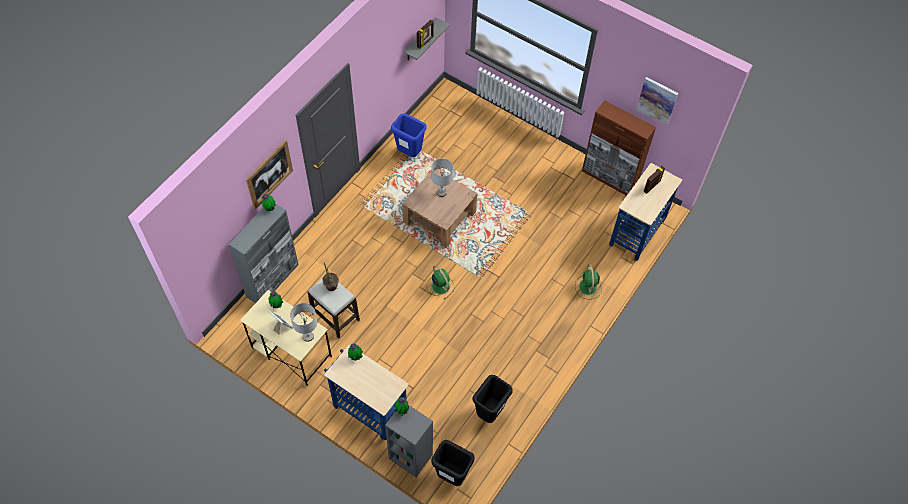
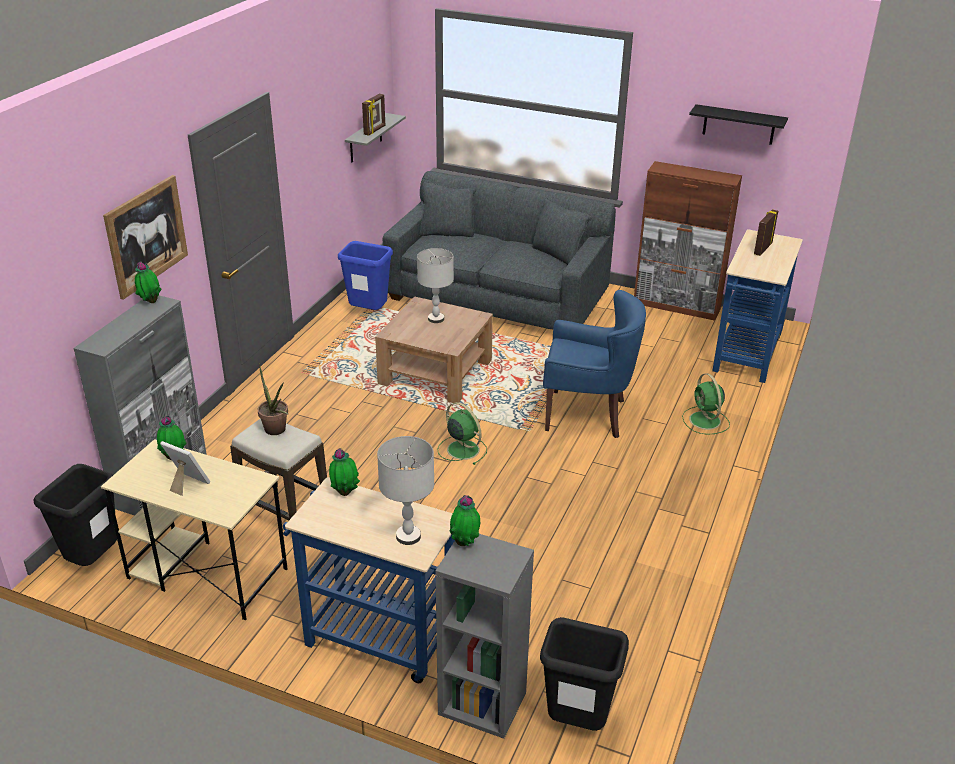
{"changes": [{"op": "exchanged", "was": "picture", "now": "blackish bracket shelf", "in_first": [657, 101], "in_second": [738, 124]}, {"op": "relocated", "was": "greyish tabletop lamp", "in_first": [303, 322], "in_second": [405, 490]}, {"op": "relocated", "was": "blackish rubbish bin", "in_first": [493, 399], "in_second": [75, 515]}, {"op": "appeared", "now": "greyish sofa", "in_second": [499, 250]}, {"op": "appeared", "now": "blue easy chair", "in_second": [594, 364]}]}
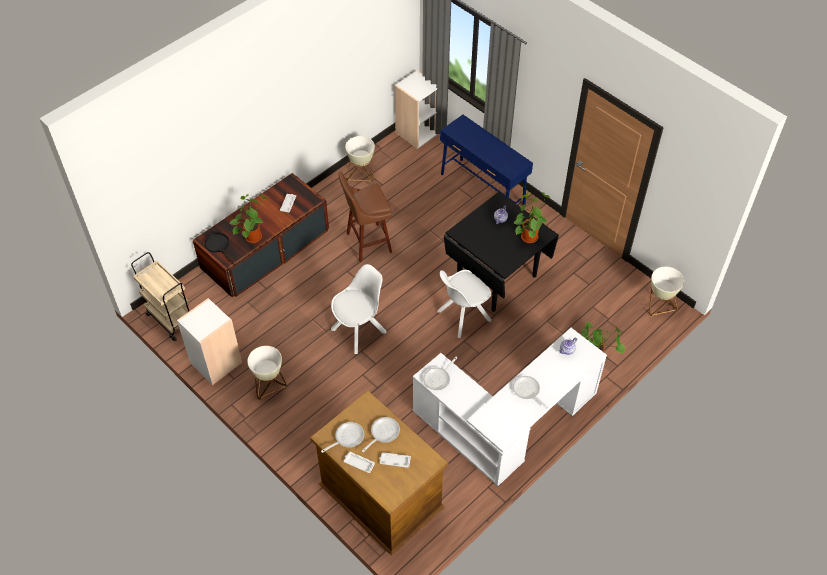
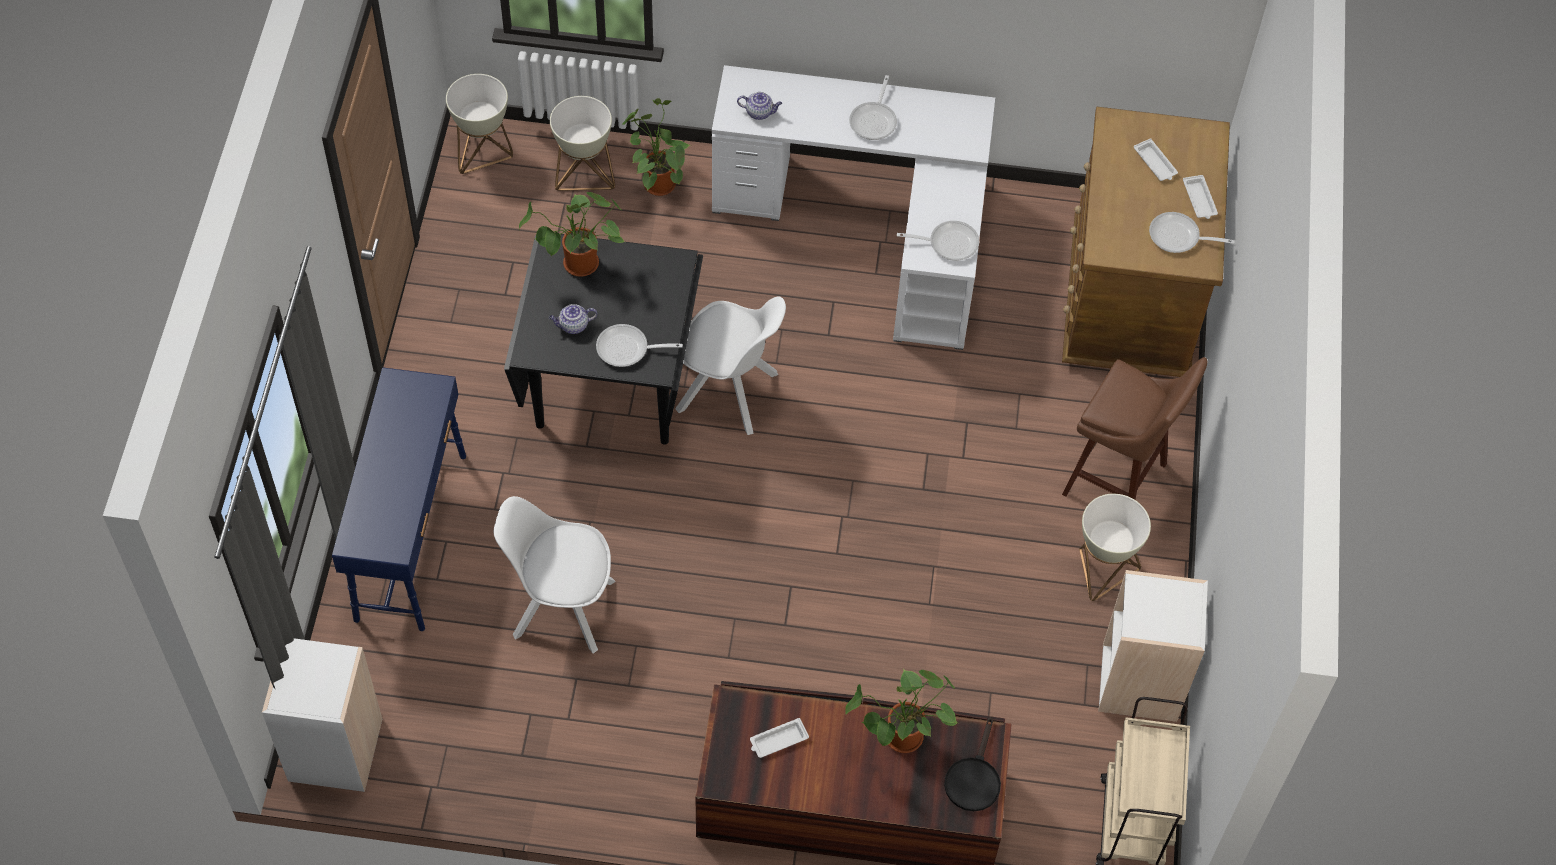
{"changes": [{"op": "relocated", "was": "flower pot", "in_first": [360, 159], "in_second": [582, 143]}, {"op": "relocated", "was": "brown stool seat", "in_first": [365, 217], "in_second": [1134, 428]}, {"op": "relocated", "was": "white-coloured plain chair", "in_first": [359, 309], "in_second": [555, 574]}, {"op": "relocated", "was": "frying pan", "in_first": [381, 434], "in_second": [639, 345]}]}
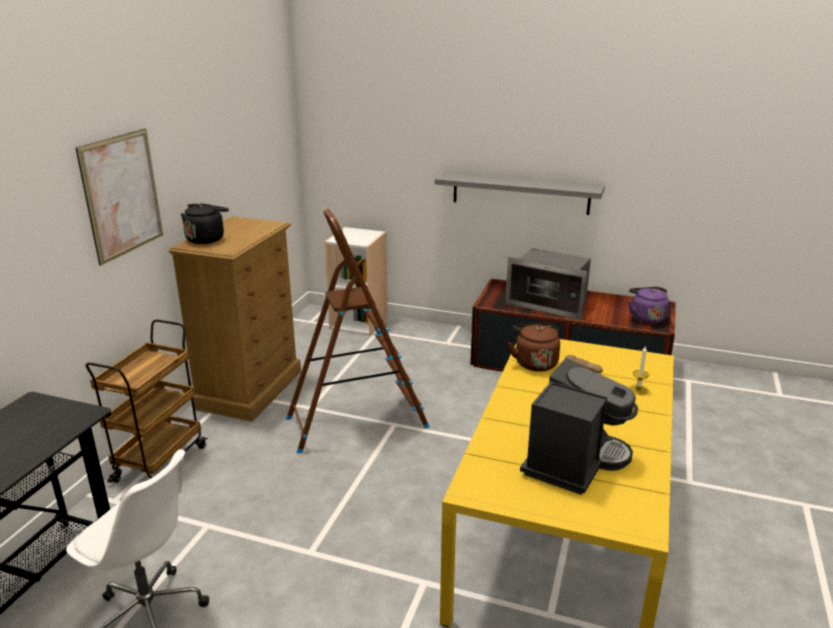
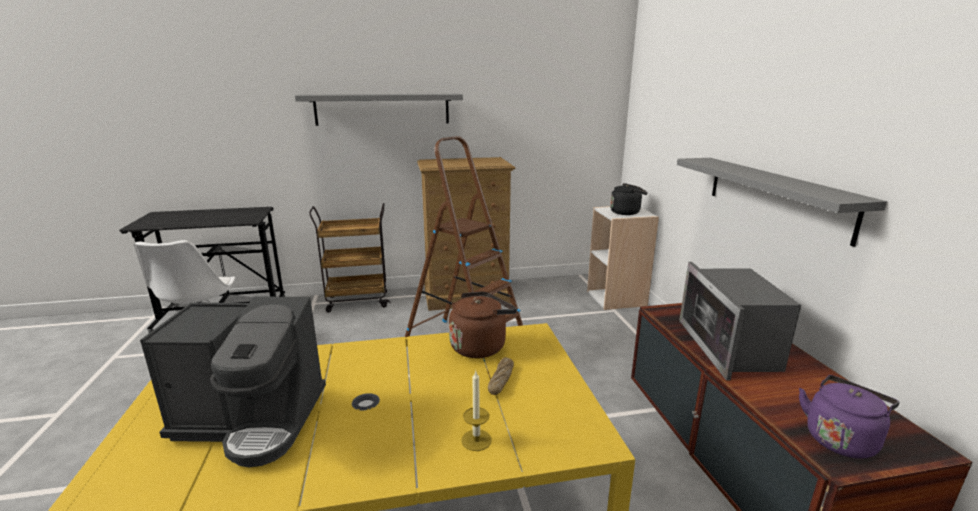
{"changes": [{"op": "exchanged", "was": "picture", "now": "greyish bracket shelf", "in_first": [119, 197], "in_second": [379, 110]}, {"op": "relocated", "was": "blackish water kettle", "in_first": [205, 224], "in_second": [629, 199]}]}
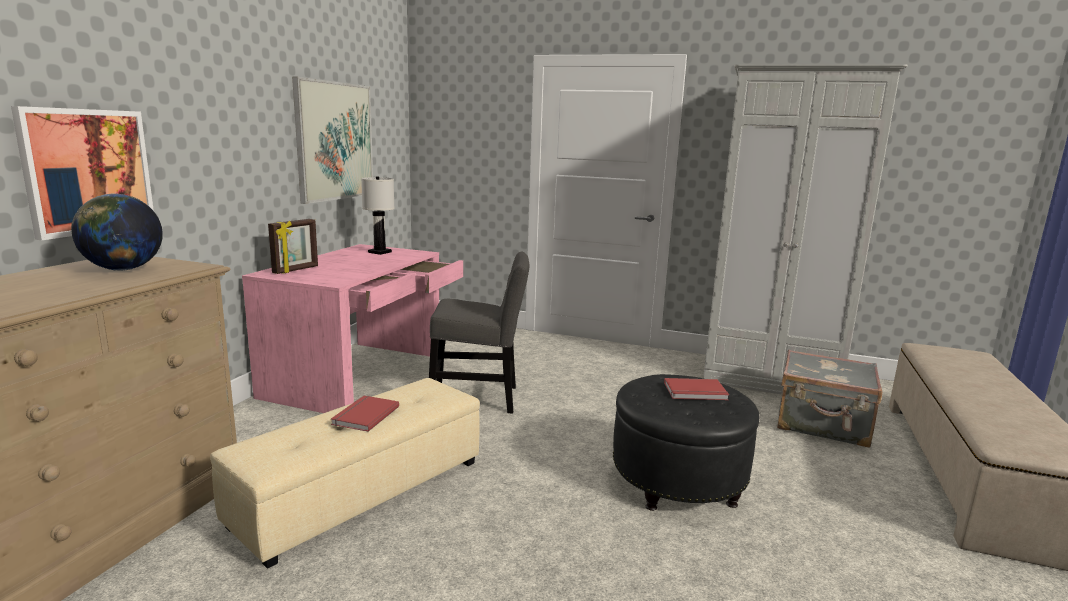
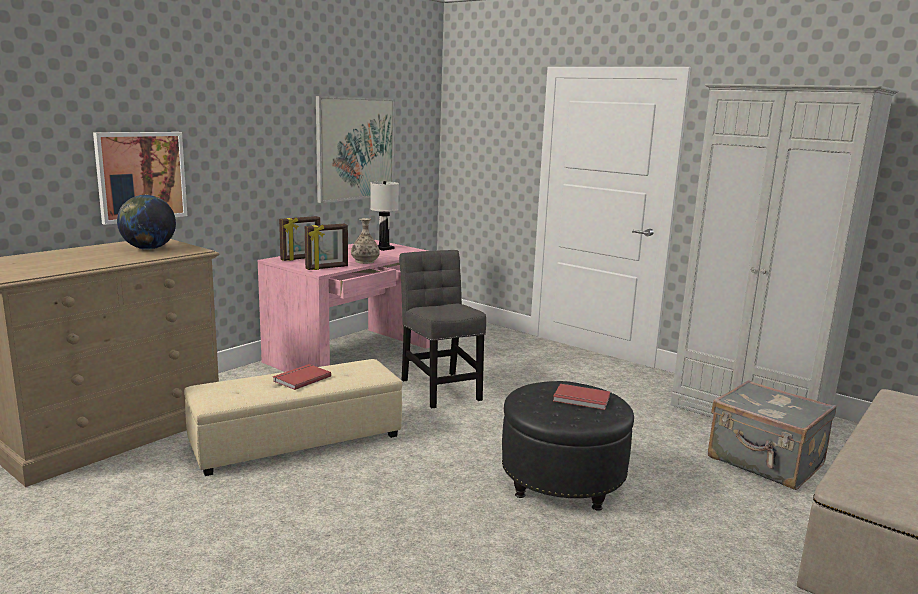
{"changes": [{"op": "spun", "was": "greyish plain chair", "in_first": [479, 332], "in_second": [442, 329], "clockwise": -135}, {"op": "appeared", "now": "vase", "in_second": [365, 241]}, {"op": "appeared", "now": "standing frame", "in_second": [326, 247]}]}
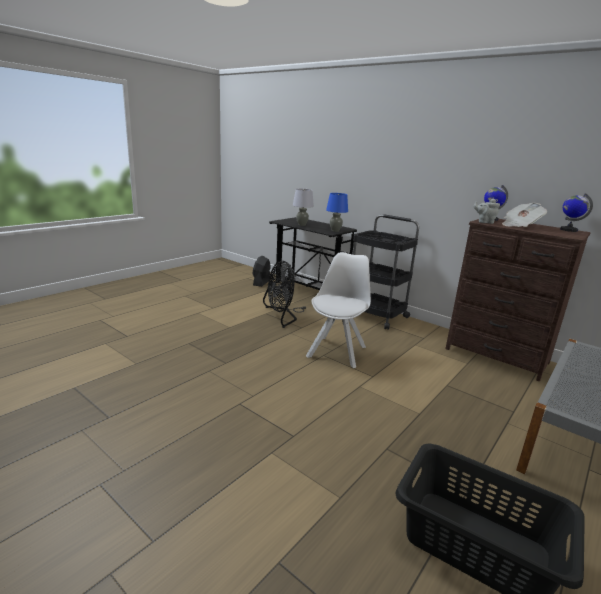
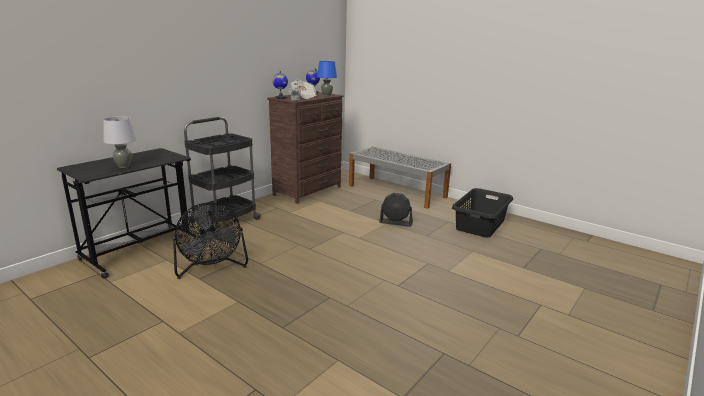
{"changes": [{"op": "relocated", "was": "blue tabletop lamp", "in_first": [337, 212], "in_second": [327, 78]}, {"op": "missing", "was": "white-coloured plain chair", "in_first": [338, 310]}, {"op": "relocated", "was": "blackish cooling fan", "in_first": [261, 271], "in_second": [396, 210]}]}
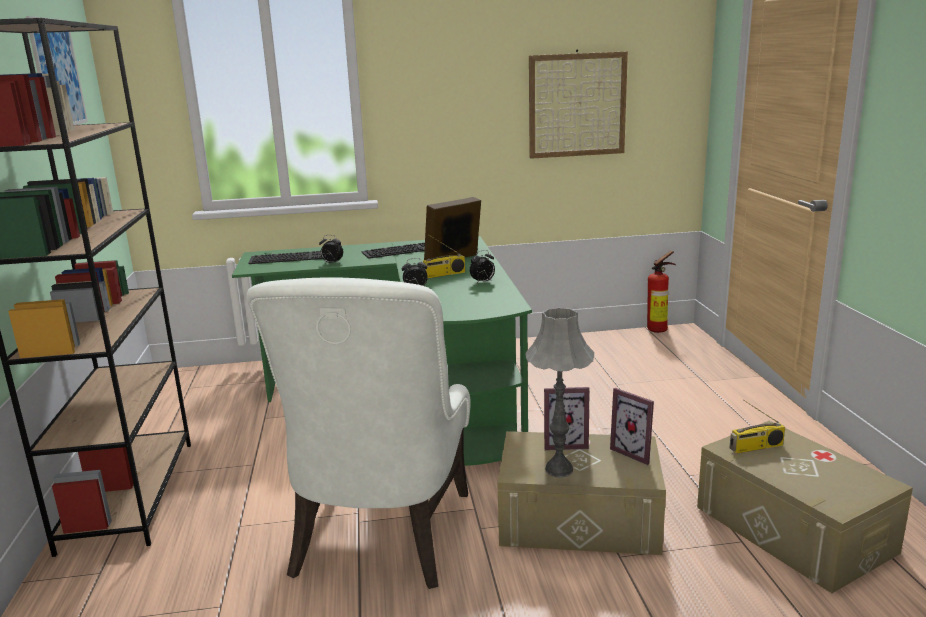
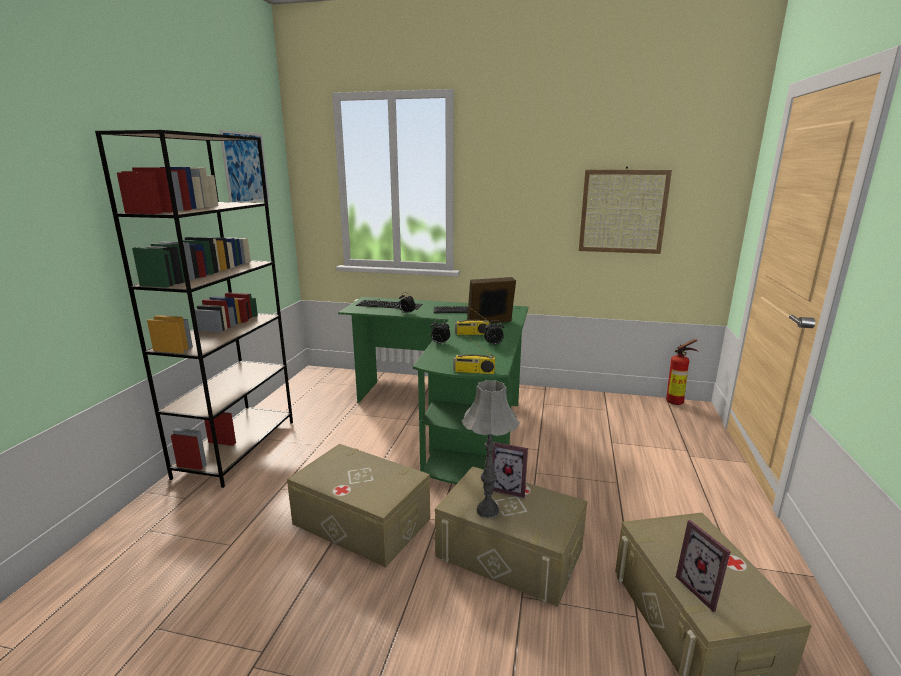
{"changes": [{"op": "exchanged", "was": "white-coloured plain chair", "now": "beige storage box", "in_first": [358, 433], "in_second": [358, 505]}, {"op": "relocated", "was": "standing frame", "in_first": [632, 426], "in_second": [703, 566]}, {"op": "relocated", "was": "radio", "in_first": [757, 426], "in_second": [474, 353]}]}
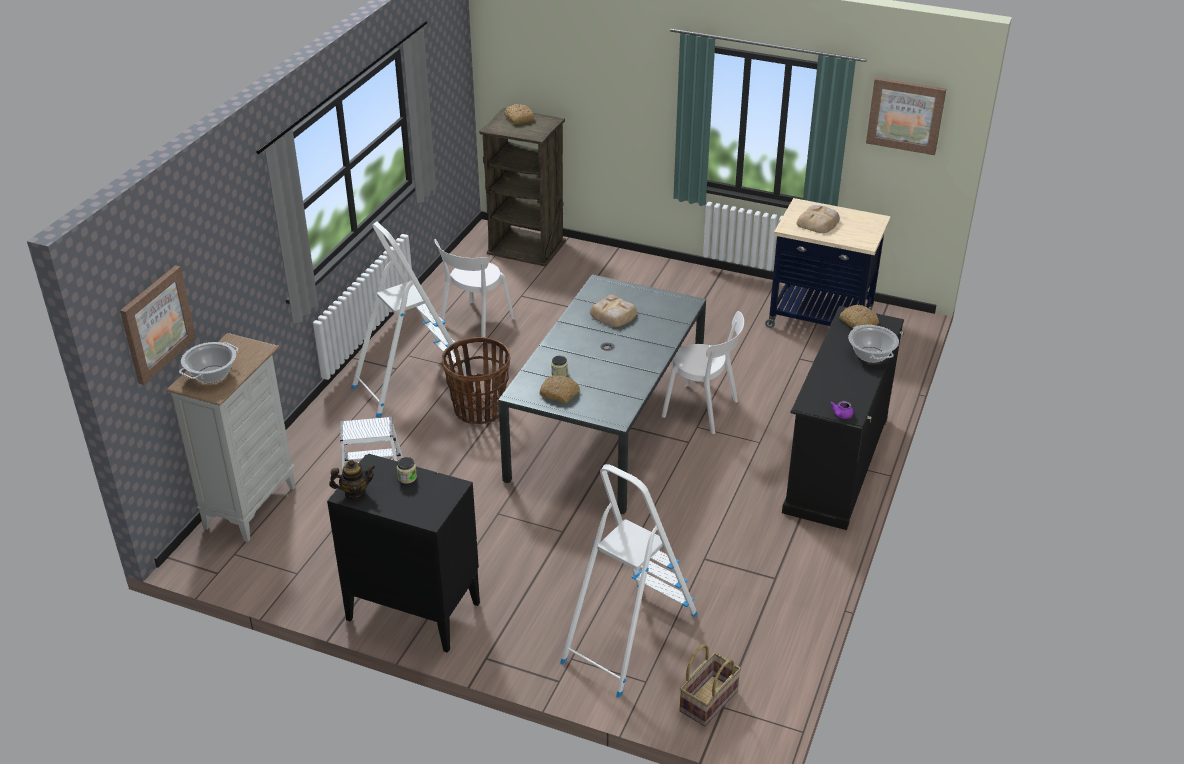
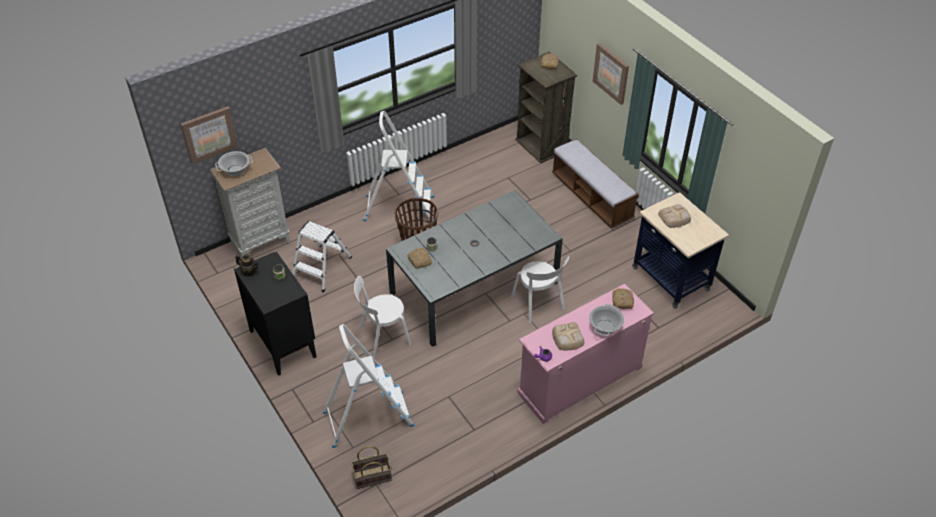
{"changes": [{"op": "relocated", "was": "picture", "in_first": [906, 116], "in_second": [611, 74]}, {"op": "relocated", "was": "white-coloured plain chair", "in_first": [474, 291], "in_second": [382, 316]}, {"op": "relocated", "was": "bread", "in_first": [613, 311], "in_second": [568, 336]}, {"op": "colour", "was": "blackish cabinet", "now": "pink-coloured cabinet", "in_first": [843, 418], "in_second": [586, 354]}, {"op": "appeared", "now": "indoor bench", "in_second": [595, 183]}]}
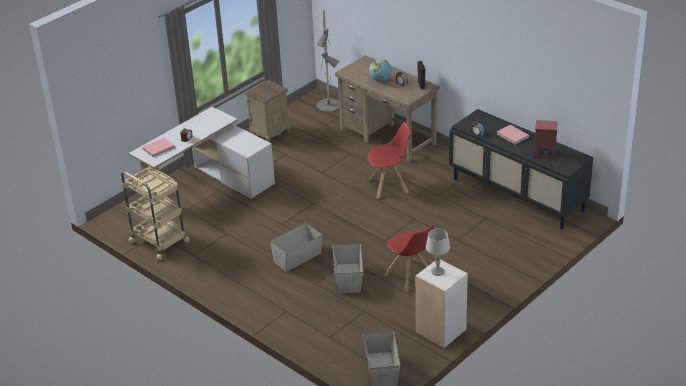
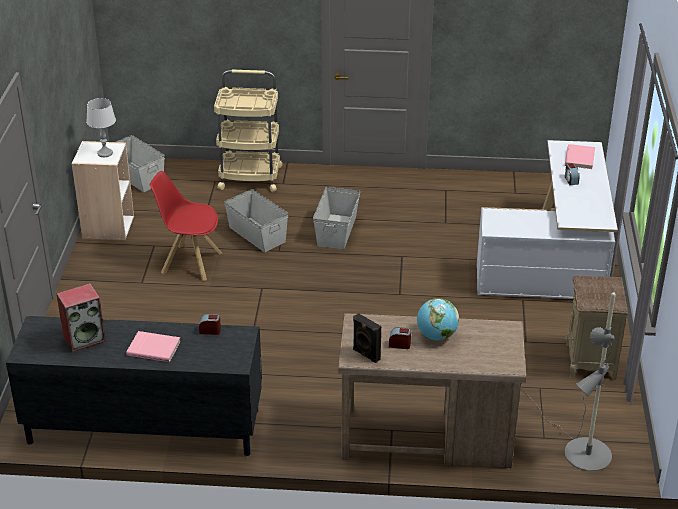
{"changes": [{"op": "missing", "was": "reddish plain chair", "in_first": [389, 160]}, {"op": "relocated", "was": "beige trolley", "in_first": [155, 213], "in_second": [248, 131]}]}
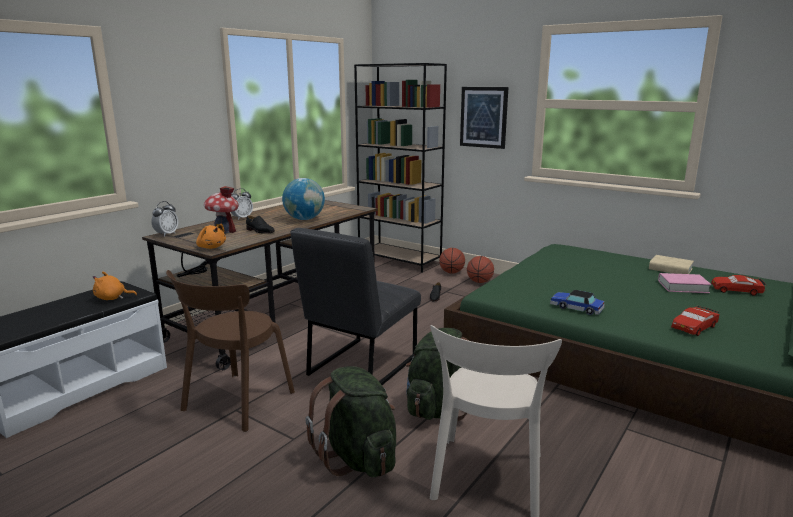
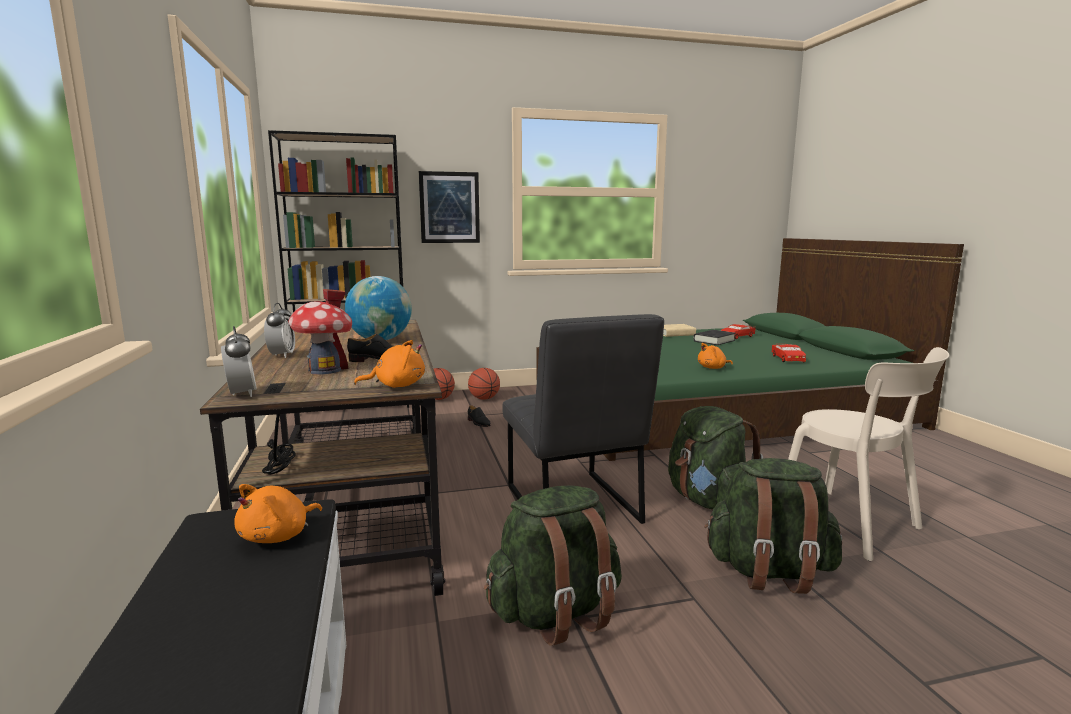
{"changes": [{"op": "exchanged", "was": "brown plain chair", "now": "greenish knapsack", "in_first": [230, 351], "in_second": [553, 565]}, {"op": "colour", "was": "pink-coloured book", "now": "blackish book", "in_first": [684, 283], "in_second": [714, 337]}, {"op": "exchanged", "was": "model car", "now": "orangey soft toy", "in_first": [577, 302], "in_second": [715, 356]}]}
